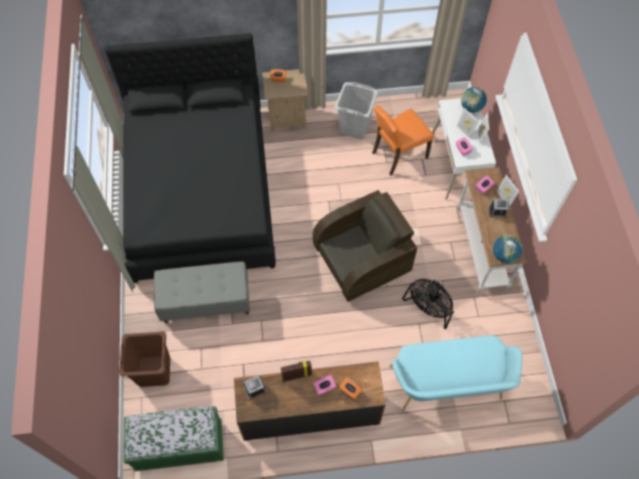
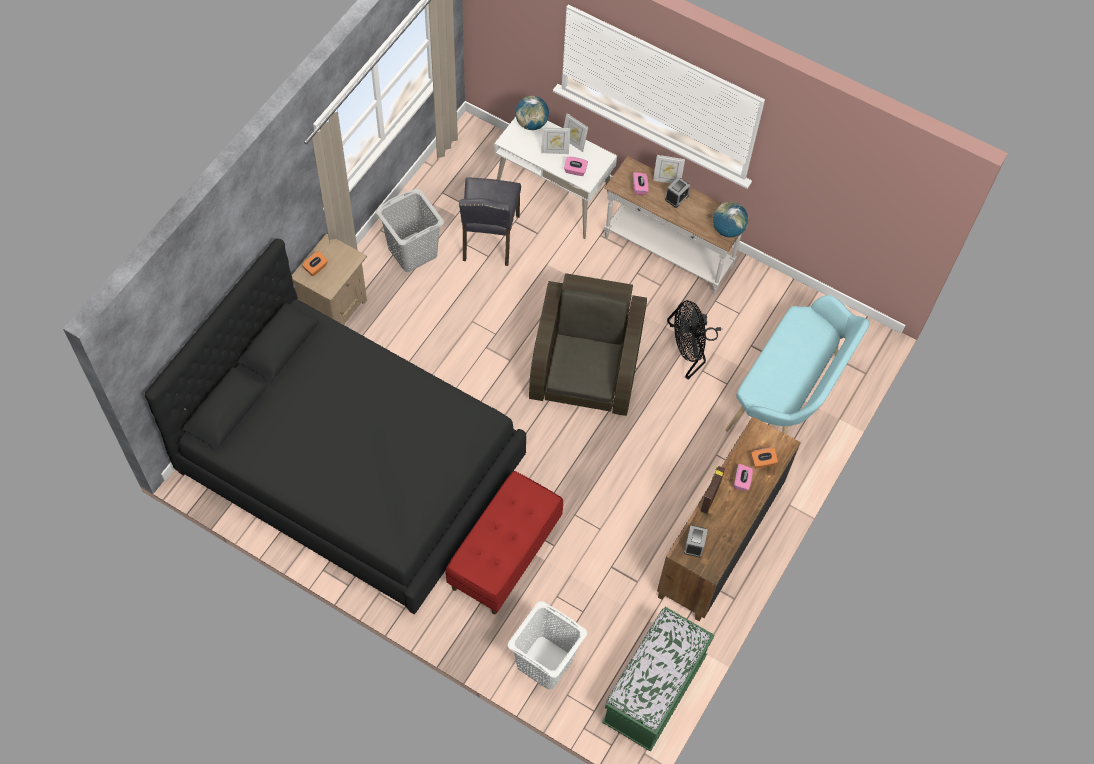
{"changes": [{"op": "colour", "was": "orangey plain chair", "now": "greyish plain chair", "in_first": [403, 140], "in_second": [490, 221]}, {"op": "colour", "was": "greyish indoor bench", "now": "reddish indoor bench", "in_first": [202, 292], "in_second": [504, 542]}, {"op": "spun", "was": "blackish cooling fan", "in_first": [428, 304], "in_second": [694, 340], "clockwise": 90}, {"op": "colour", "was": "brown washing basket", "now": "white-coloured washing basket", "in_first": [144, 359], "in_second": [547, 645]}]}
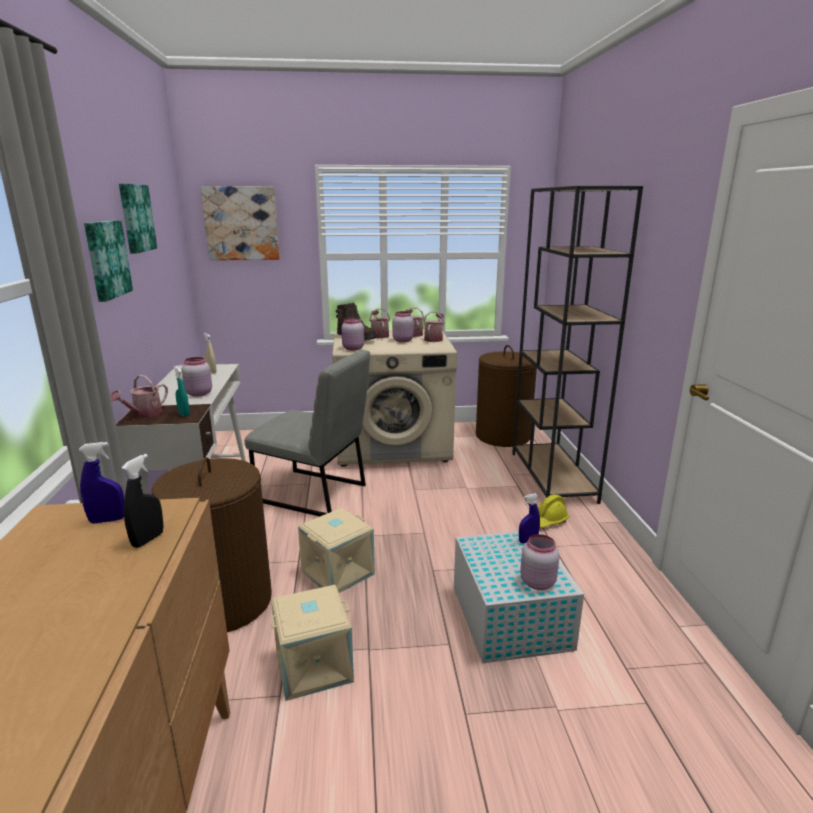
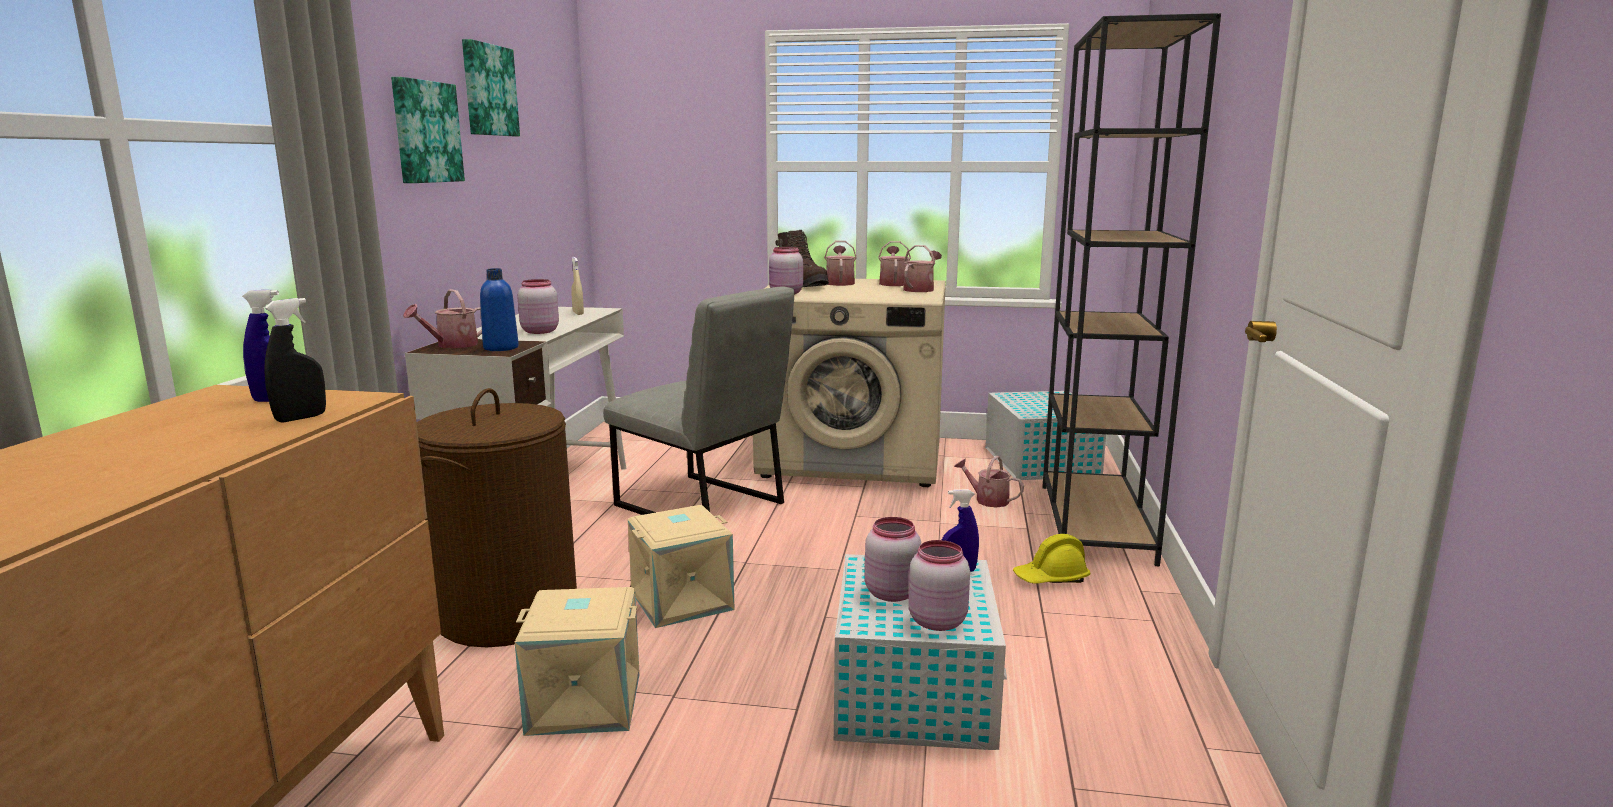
{"changes": [{"op": "missing", "was": "picture", "in_first": [240, 223]}, {"op": "relocated", "was": "pink-coloured jar", "in_first": [403, 326], "in_second": [893, 559]}, {"op": "exchanged", "was": "brown washing basket", "now": "white-coloured storage box", "in_first": [506, 396], "in_second": [1046, 435]}, {"op": "exchanged", "was": "blue-green spray bottle", "now": "blue drink bottle", "in_first": [182, 391], "in_second": [499, 309]}, {"op": "appeared", "now": "sprinkling can", "in_second": [989, 482]}]}
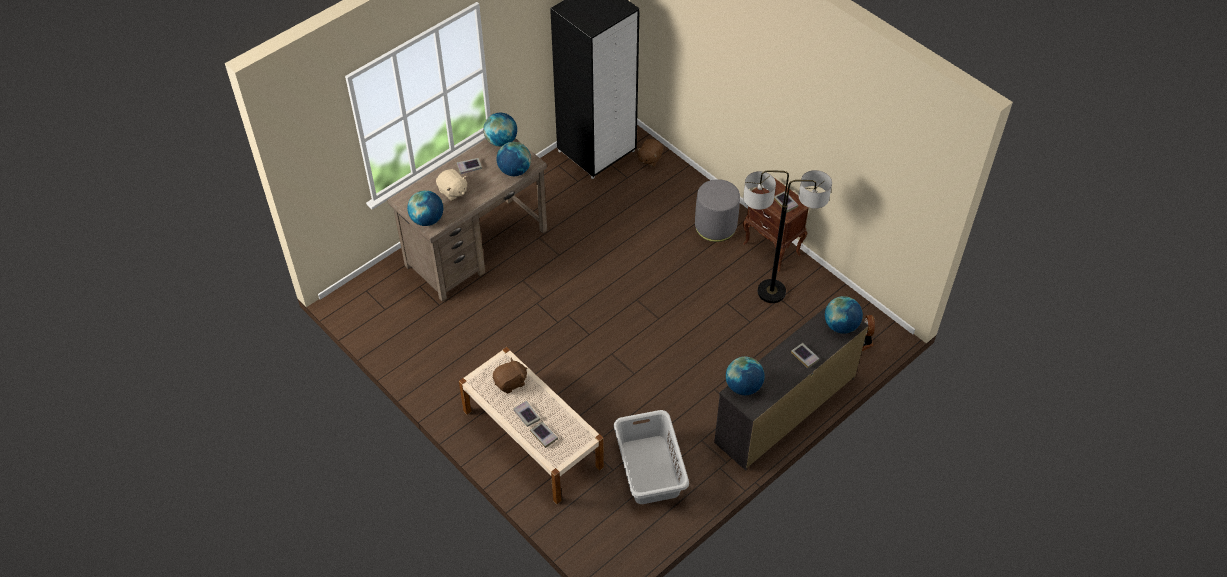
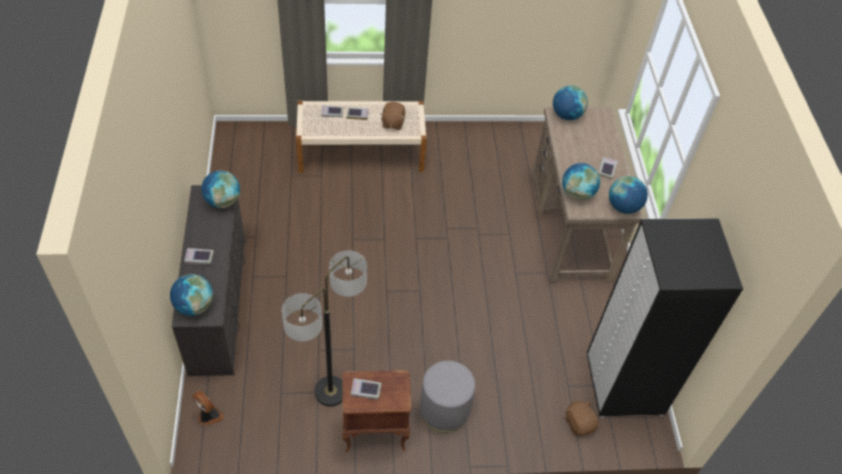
{"changes": [{"op": "missing", "was": "beige soft toy", "in_first": [451, 185]}, {"op": "missing", "was": "greyish washing basket", "in_first": [651, 457]}]}
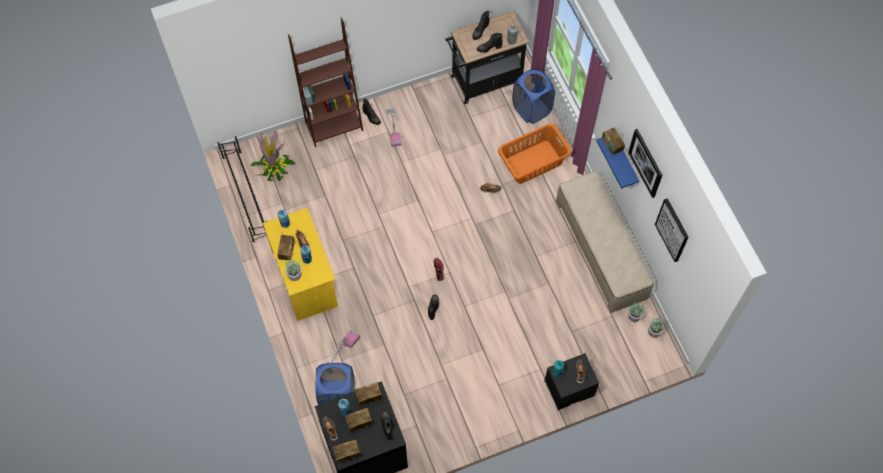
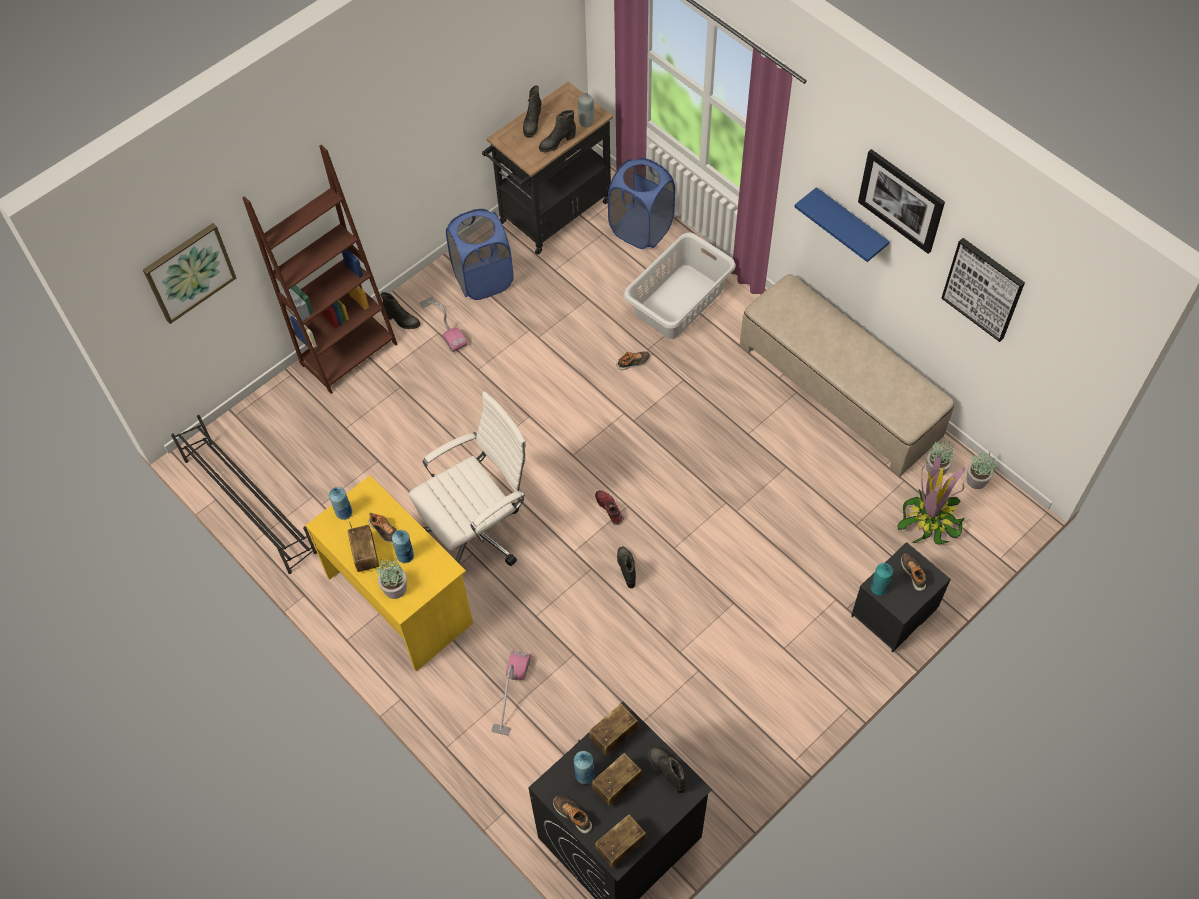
{"changes": [{"op": "colour", "was": "orangey washing basket", "now": "greyish washing basket", "in_first": [535, 154], "in_second": [679, 286]}, {"op": "missing", "was": "radio", "in_first": [613, 141]}, {"op": "relocated", "was": "houseplant", "in_first": [272, 156], "in_second": [931, 499]}, {"op": "relocated", "was": "blue washing basket", "in_first": [335, 384], "in_second": [479, 254]}, {"op": "appeared", "now": "picture", "in_second": [189, 273]}, {"op": "appeared", "now": "white-coloured desk chair", "in_second": [467, 478]}]}
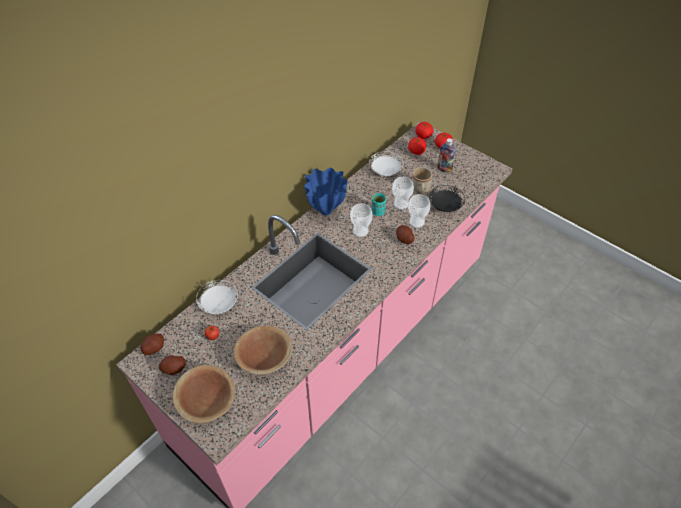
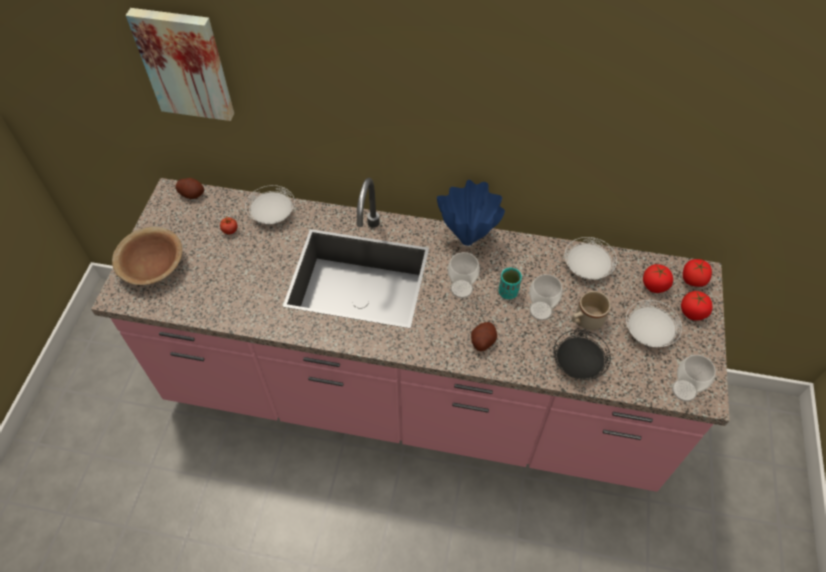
{"changes": [{"op": "exchanged", "was": "drink bottle", "now": "white-coloured flat dish", "in_first": [446, 155], "in_second": [654, 323]}, {"op": "relocated", "was": "drinking cup", "in_first": [419, 211], "in_second": [694, 378]}, {"op": "missing", "was": "brown bowl", "in_first": [263, 350]}, {"op": "missing", "was": "potato", "in_first": [172, 365]}, {"op": "appeared", "now": "picture", "in_second": [180, 64]}]}
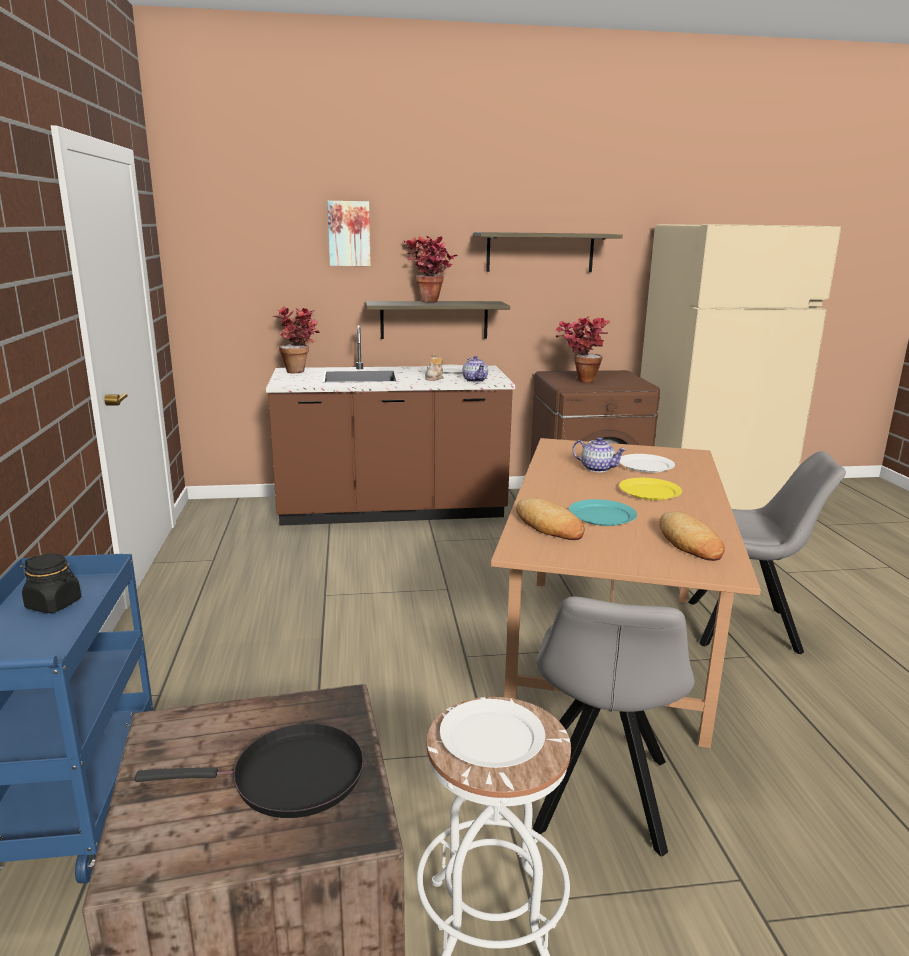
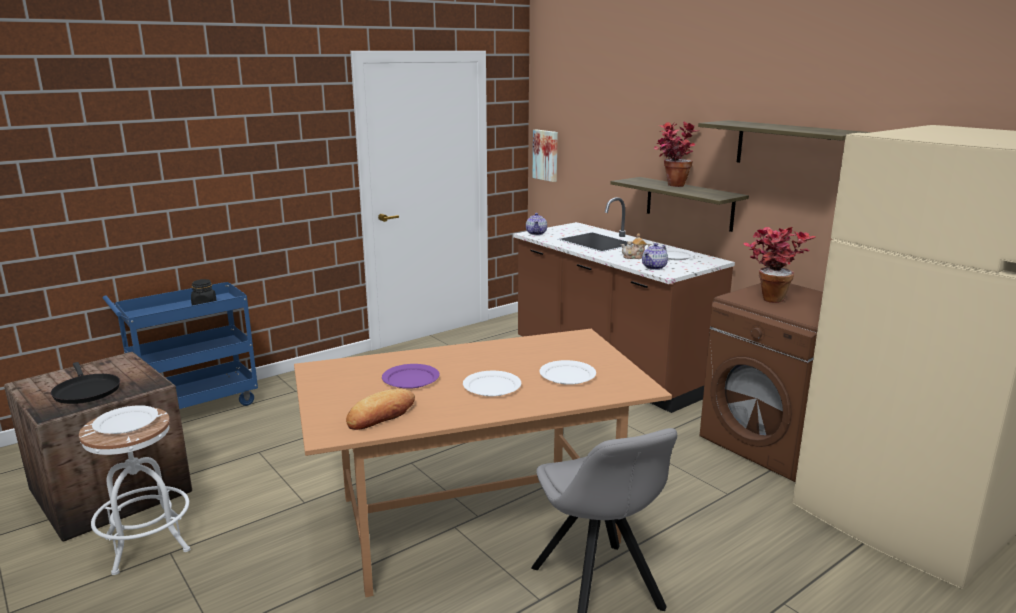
{"changes": [{"op": "relocated", "was": "picture", "in_first": [349, 233], "in_second": [545, 155]}, {"op": "missing", "was": "houseplant", "in_first": [295, 339]}, {"op": "relocated", "was": "tea pot", "in_first": [599, 455], "in_second": [536, 224]}, {"op": "colour", "was": "yellow flat dish", "now": "white-coloured flat dish", "in_first": [650, 489], "in_second": [492, 383]}, {"op": "missing", "was": "bread", "in_first": [550, 518]}, {"op": "colour", "was": "blue-green flat dish", "now": "purple-coloured flat dish", "in_first": [603, 512], "in_second": [411, 376]}, {"op": "missing", "was": "greyish plain chair", "in_first": [614, 727]}]}
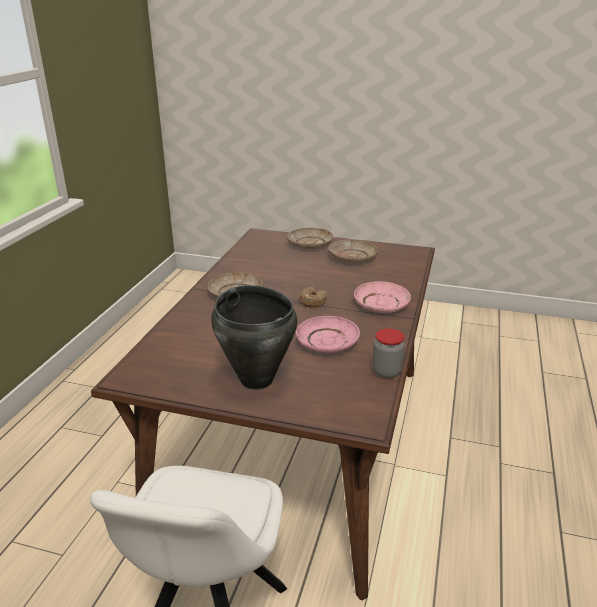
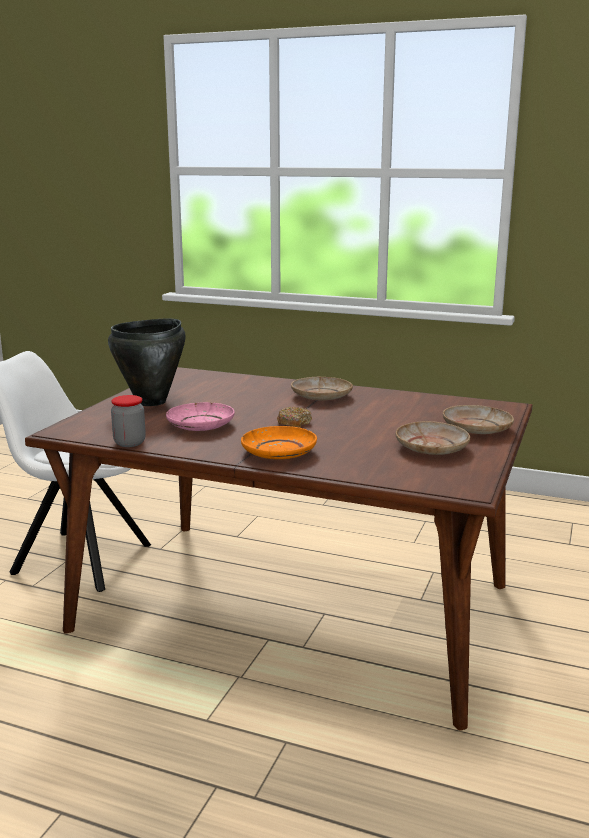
{"changes": [{"op": "colour", "was": "pink-coloured flat dish", "now": "orangey flat dish", "in_first": [382, 297], "in_second": [279, 442]}]}
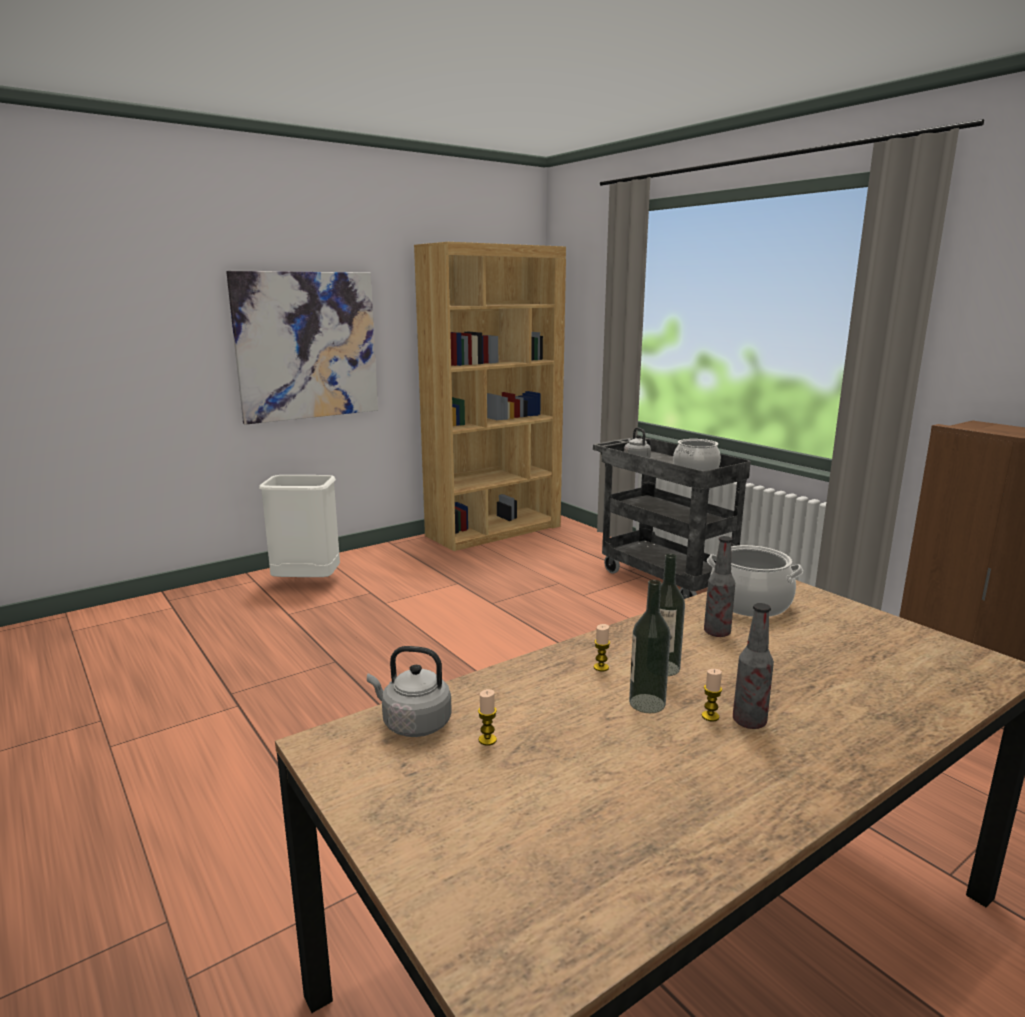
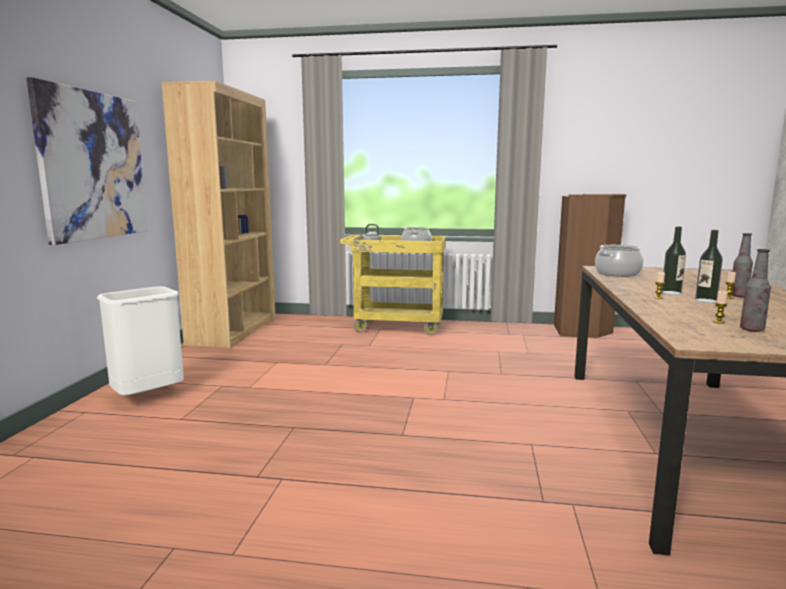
{"changes": [{"op": "colour", "was": "blackish trolley", "now": "yellow trolley", "in_first": [672, 518], "in_second": [393, 285]}, {"op": "relocated", "was": "drink bottle", "in_first": [719, 586], "in_second": [755, 290]}, {"op": "missing", "was": "greyish water kettle", "in_first": [409, 691]}]}
